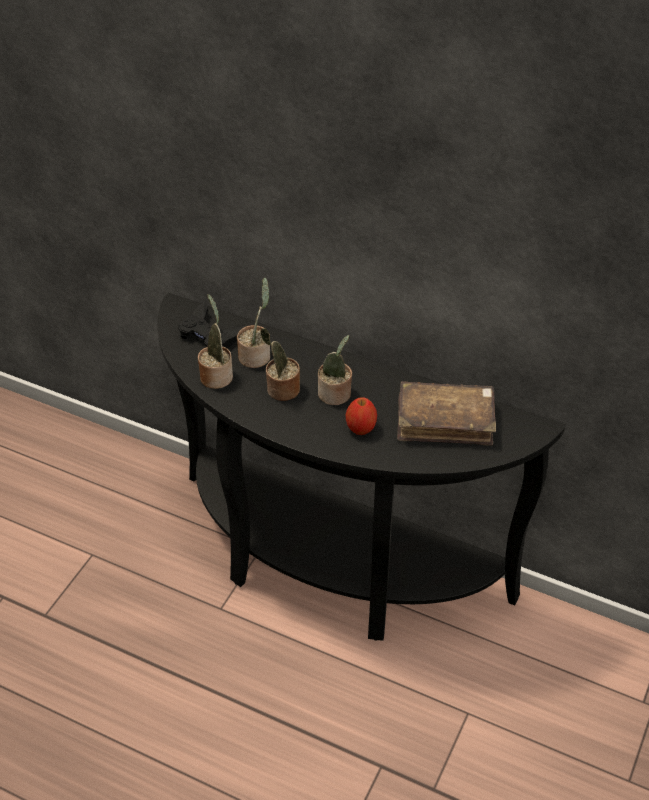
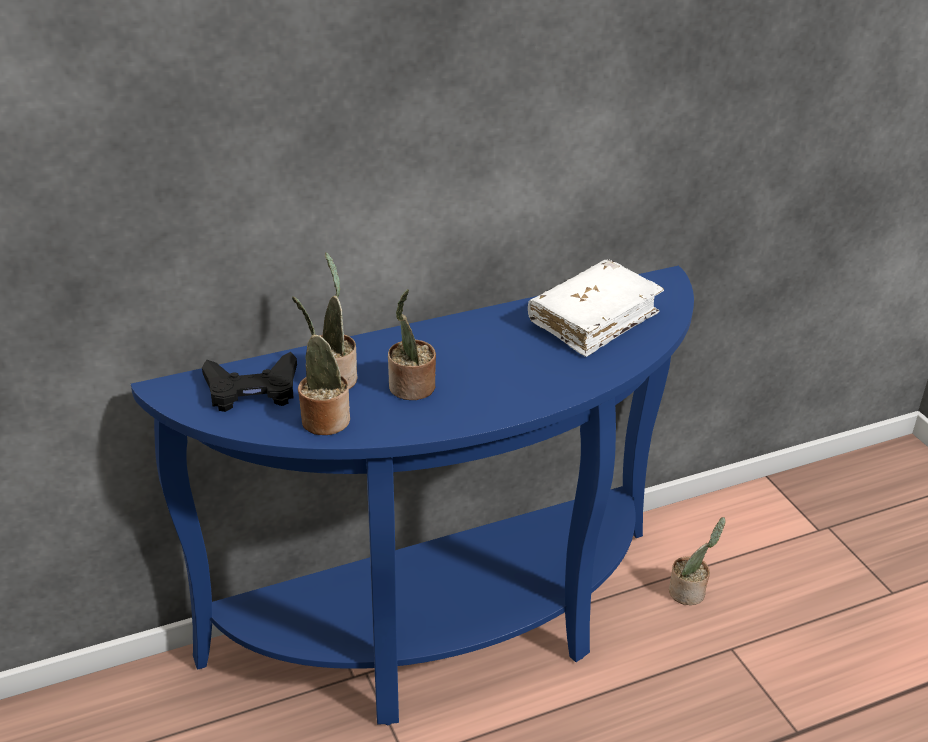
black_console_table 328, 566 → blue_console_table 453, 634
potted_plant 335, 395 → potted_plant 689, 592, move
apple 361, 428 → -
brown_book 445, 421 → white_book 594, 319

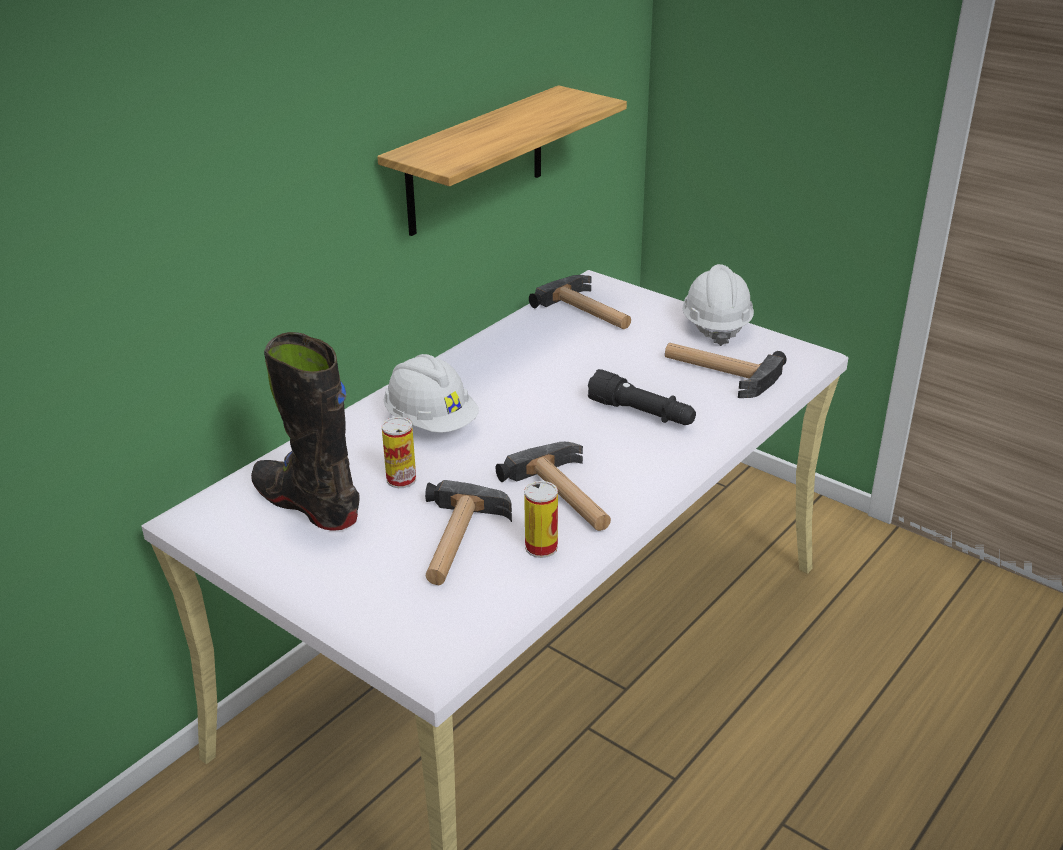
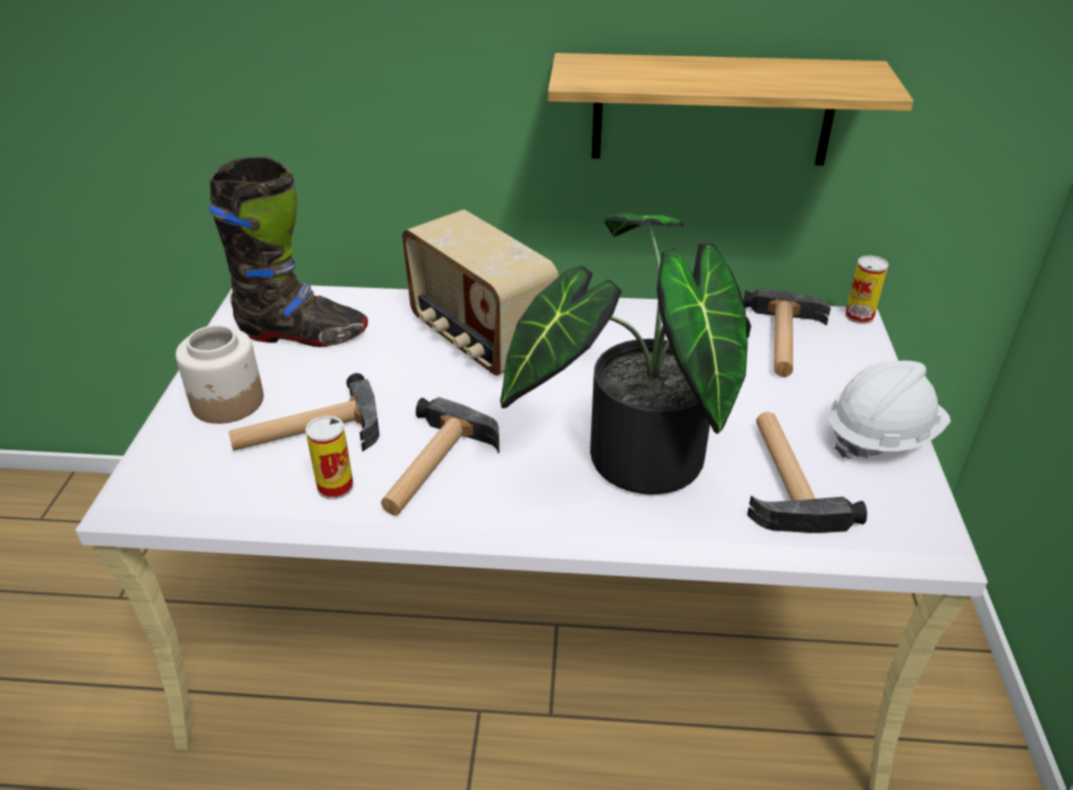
black_boot 307, 504 → black_boot 303, 335, 90 degrees clockwise
can 401, 479 → can 859, 316, move
white_hard_hat 431, 422 → radio 479, 339
black_flashlight 642, 414 → potted_plant 631, 456
- → jar 228, 402

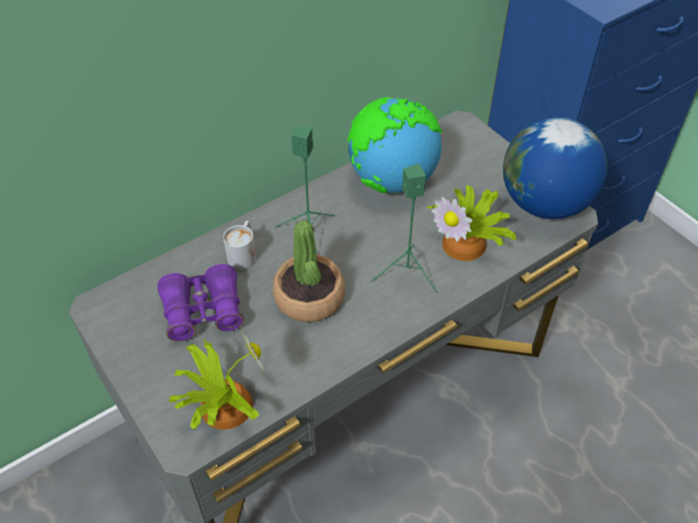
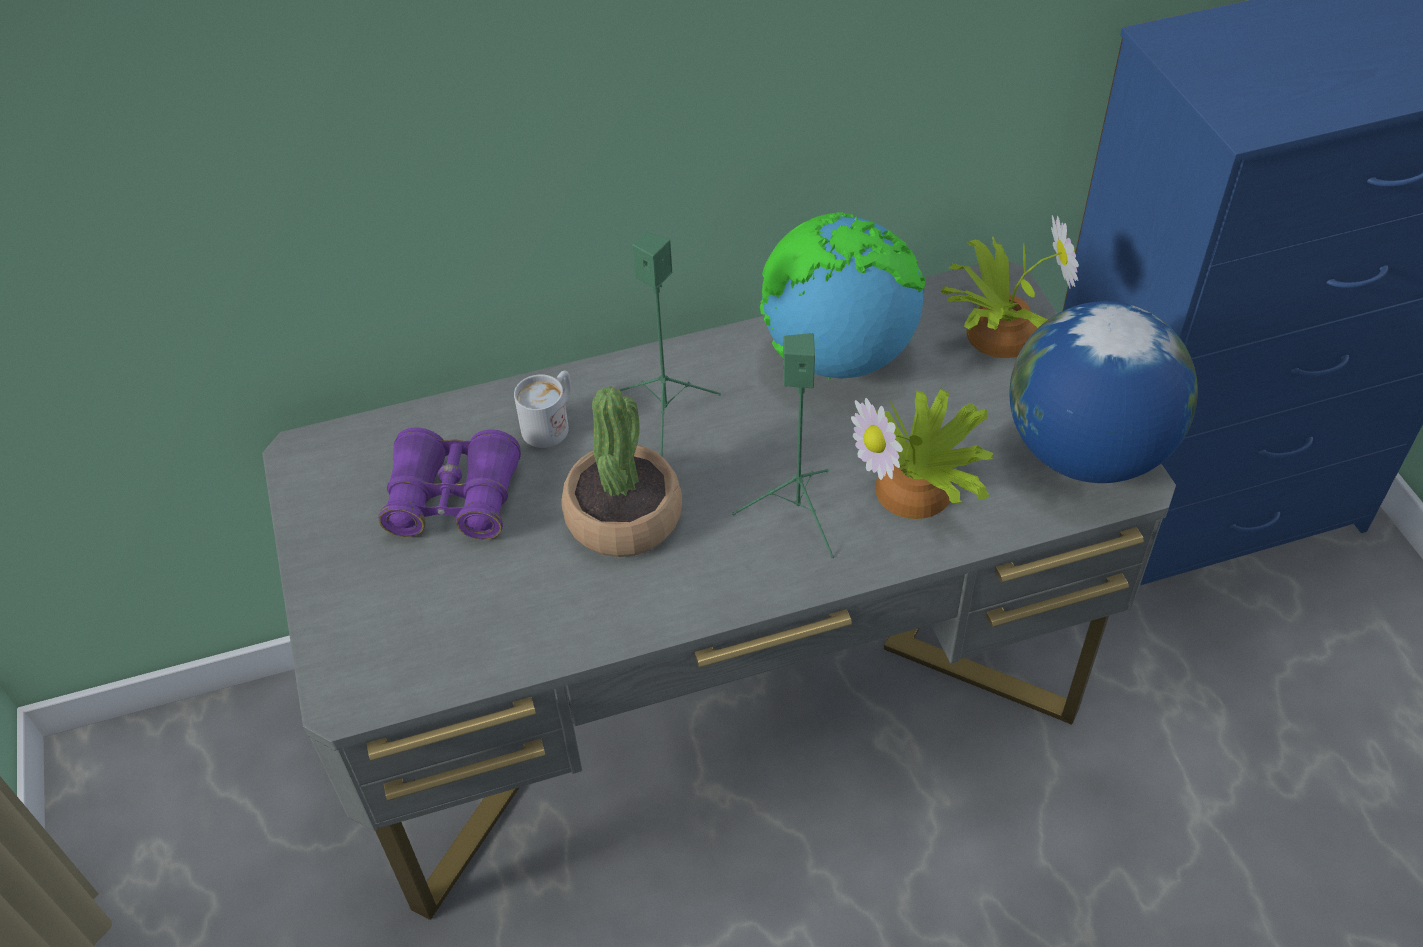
potted_plant 223, 406 → potted_plant 997, 332, move

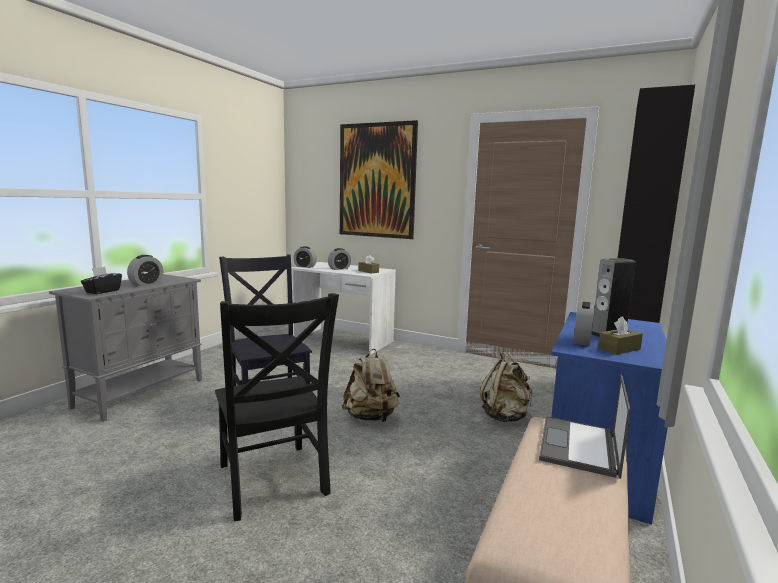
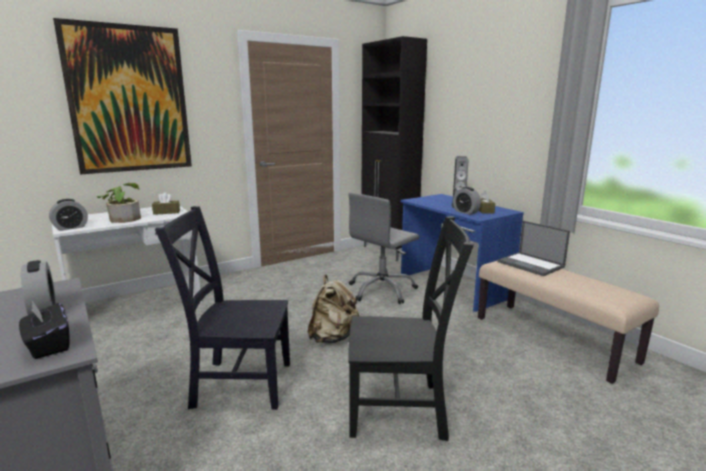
alarm_clock 339, 269 → potted_plant 123, 218
beige_backpack 505, 416 → grey_office_chair 382, 290

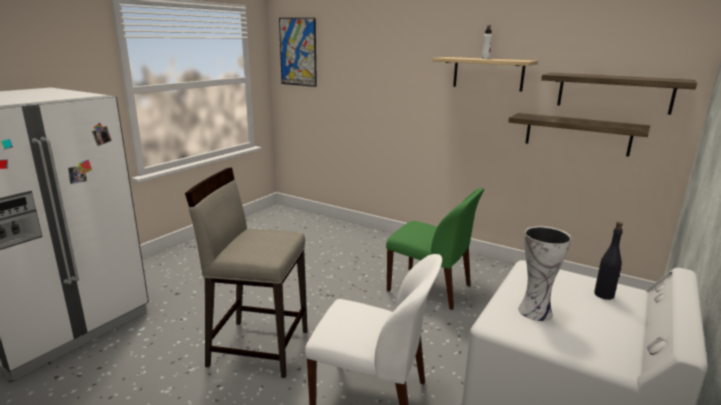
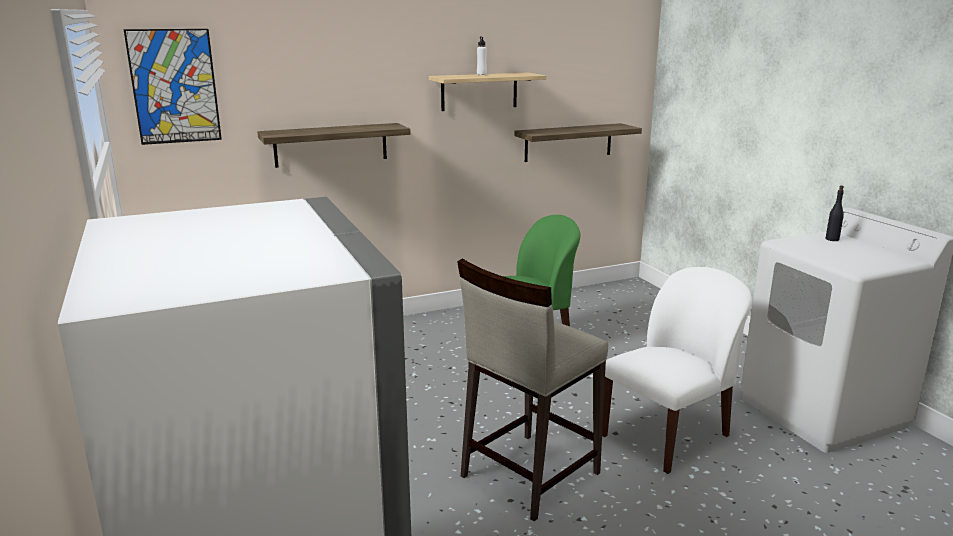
vase 535, 311 → -
shelf 614, 92 → shelf 331, 145, move

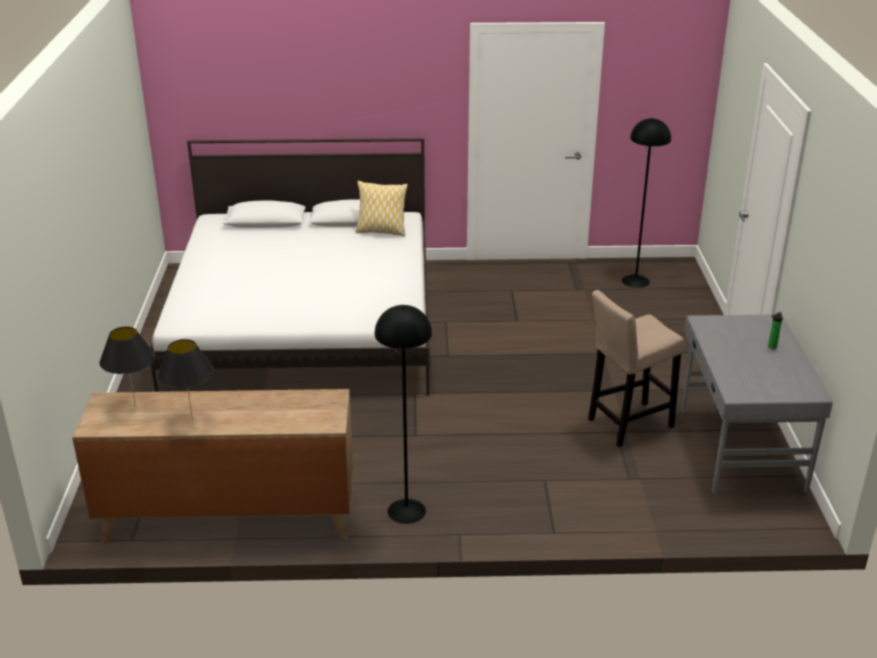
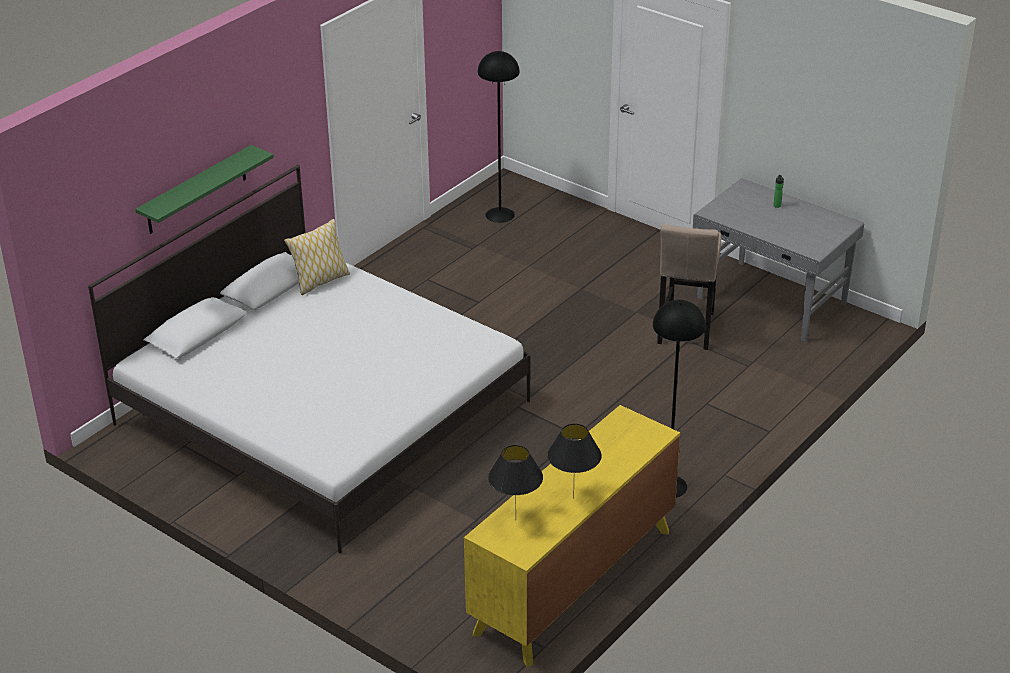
brown_dresser 228, 518 → yellow_dresser 574, 581
- → green_shelf 196, 190

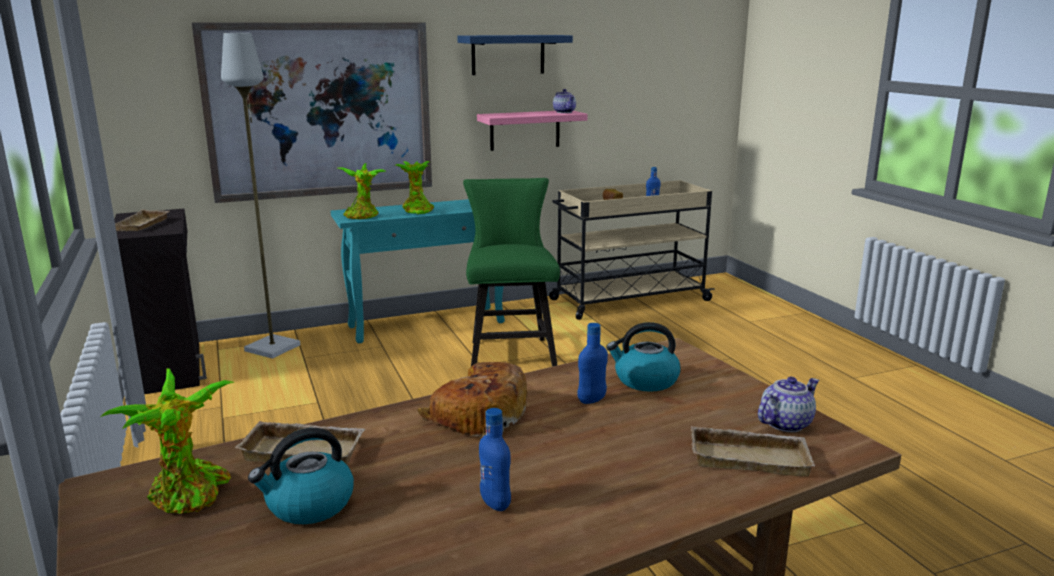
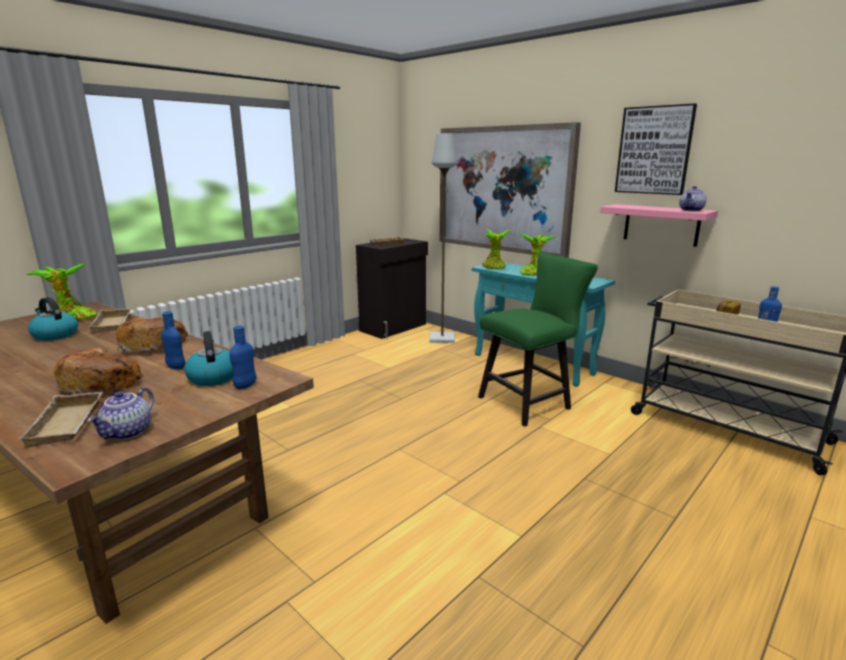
blue_shelf 508, 54 → picture 654, 150
blue_bottle 495, 503 → blue_bottle 245, 386, move
teapot 785, 423 → teapot 128, 433, 75 degrees clockwise
- → bread 103, 383

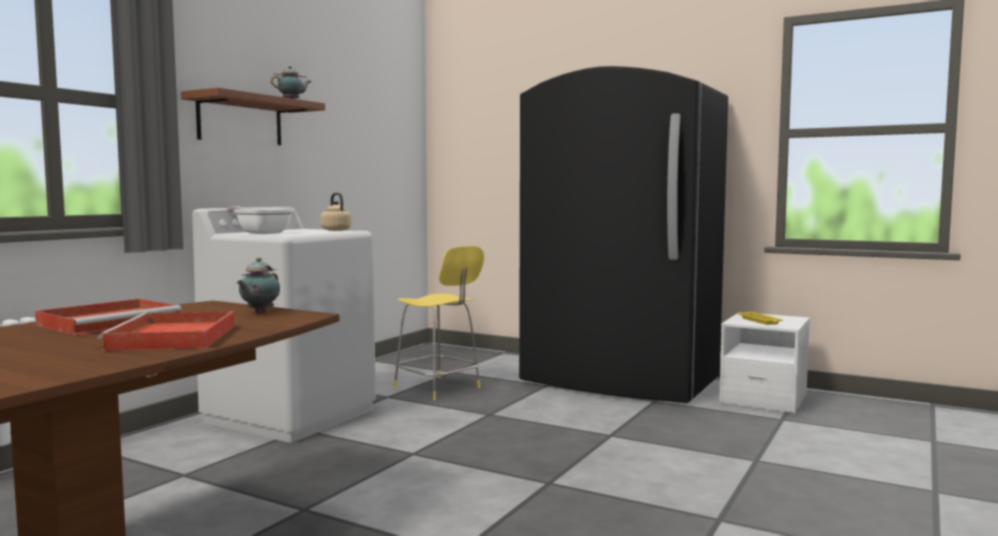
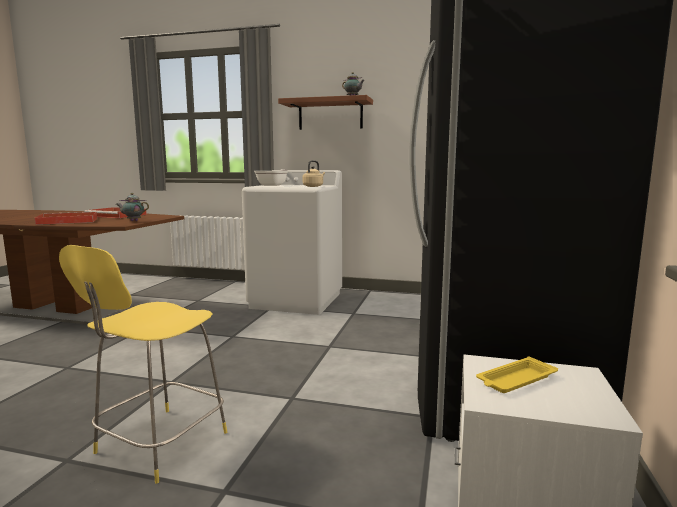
yellow_stool 439, 388 → yellow_stool 158, 445, move

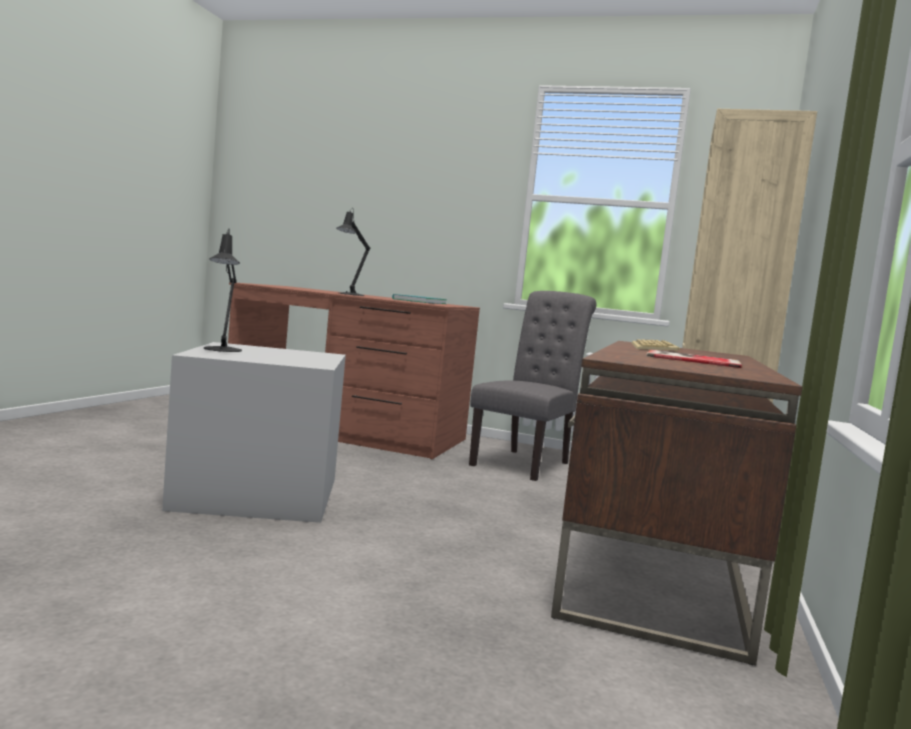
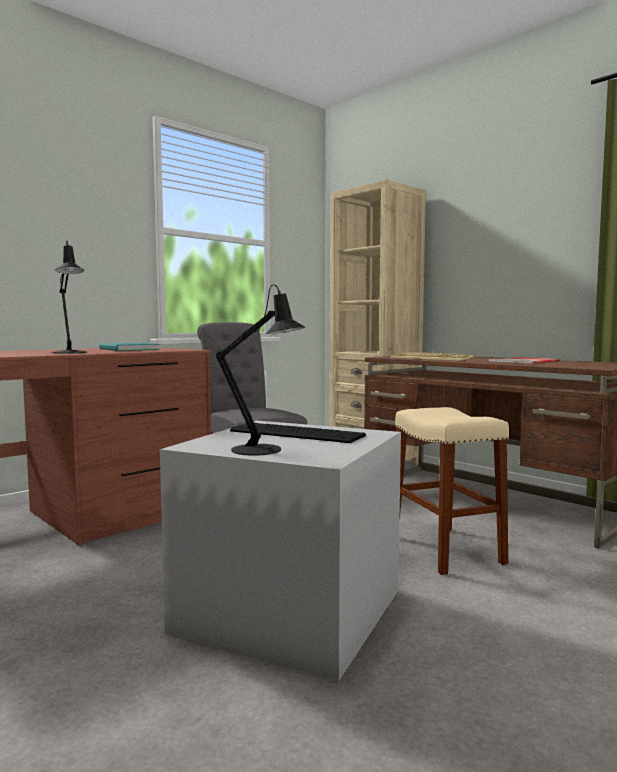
- → keyboard 296, 433
- → beige_stool 445, 549

